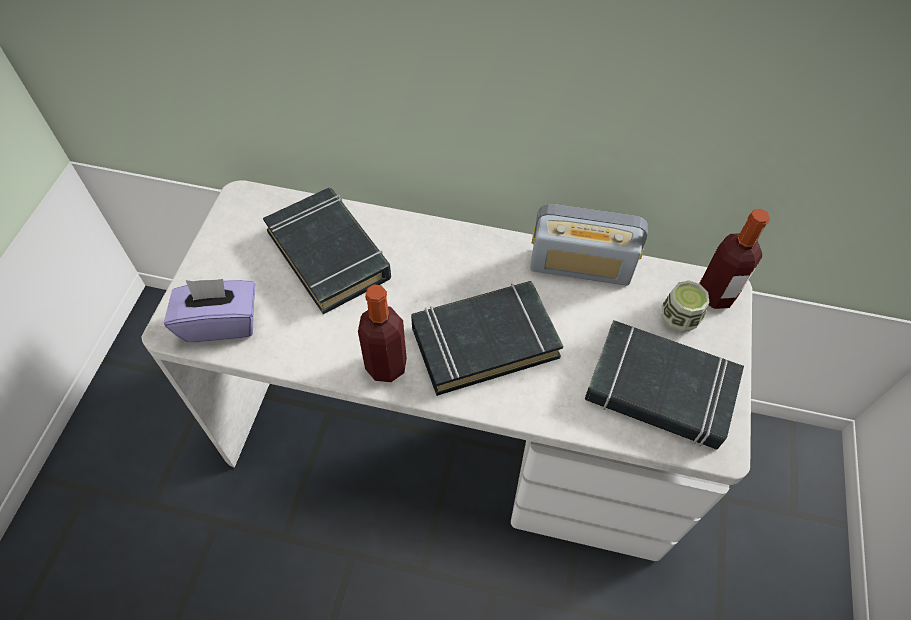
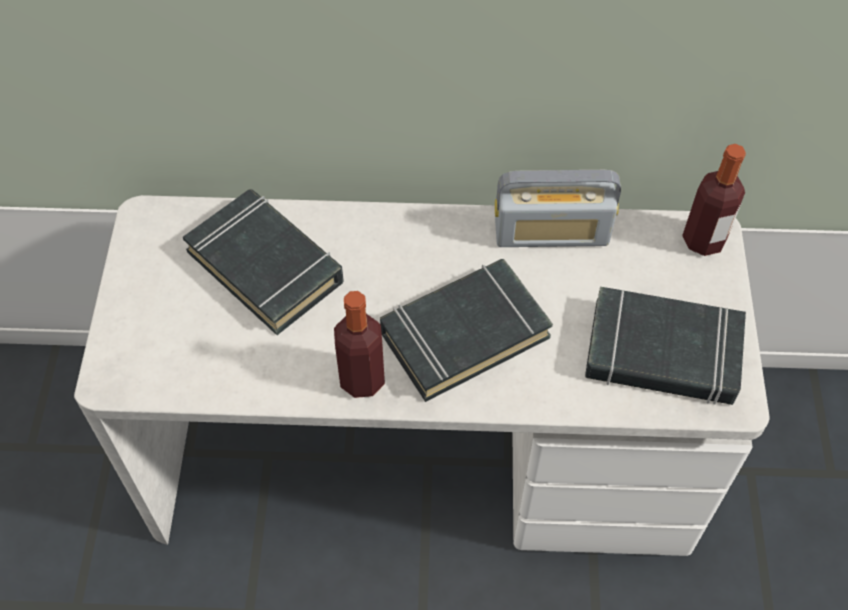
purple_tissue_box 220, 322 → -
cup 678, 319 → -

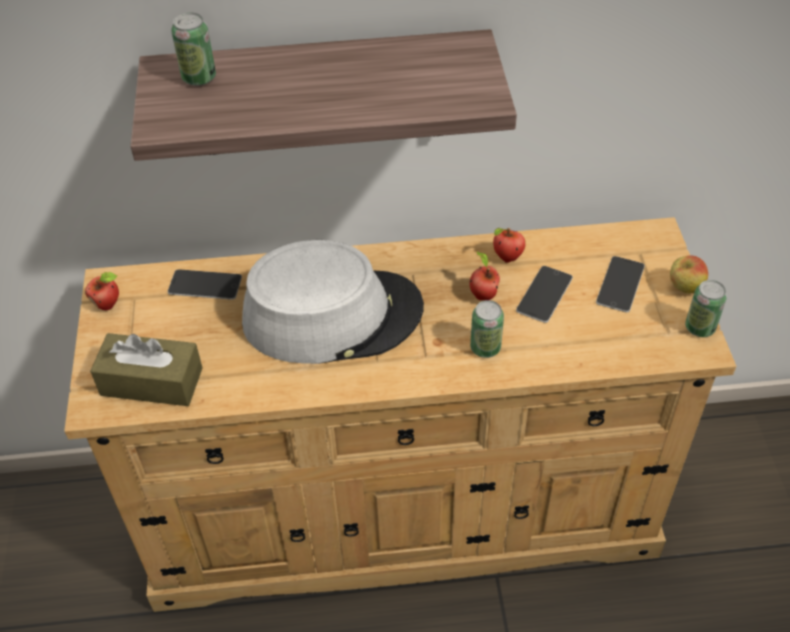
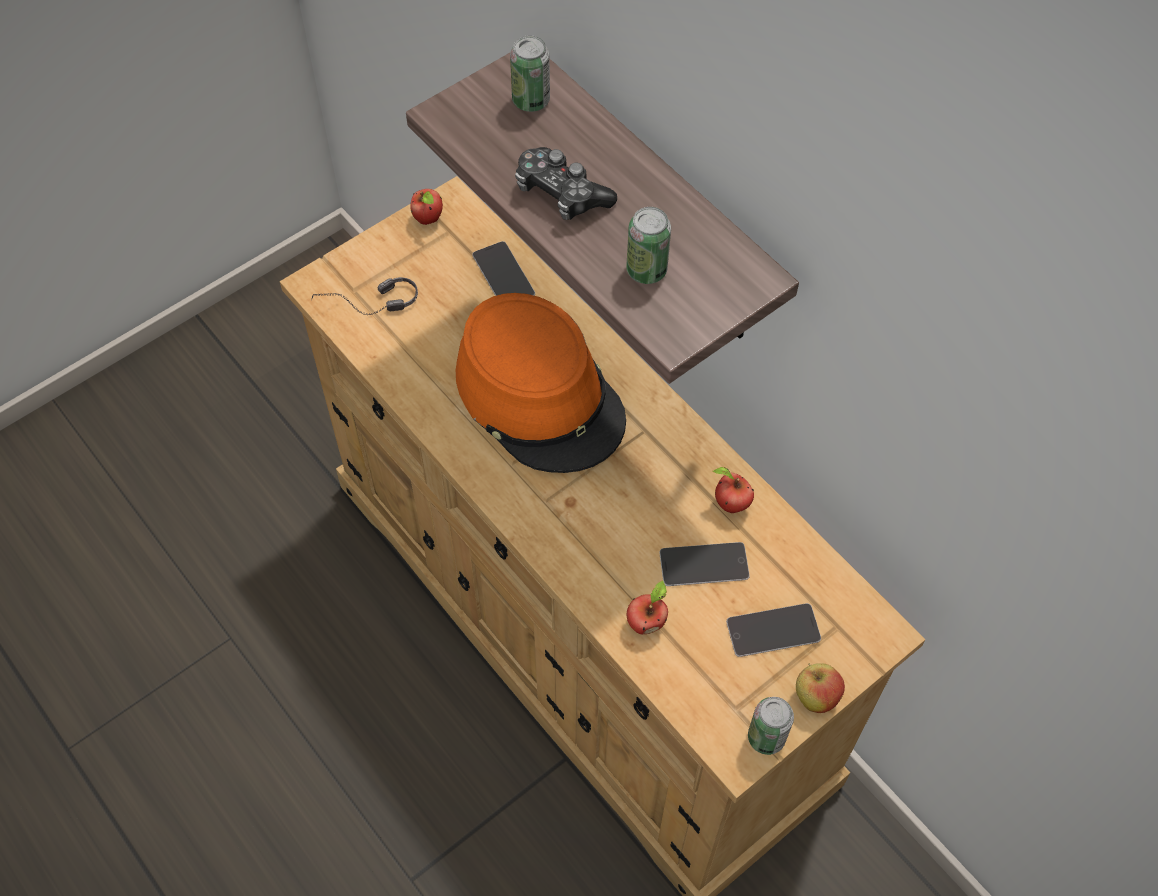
brown_tissue_box 151, 382 → headphones 368, 307
grey_hat 332, 315 → orange_hat 540, 396
apple 482, 295 → apple 646, 622, move
can 485, 348 → can 646, 270, move
- → game_controller 561, 193

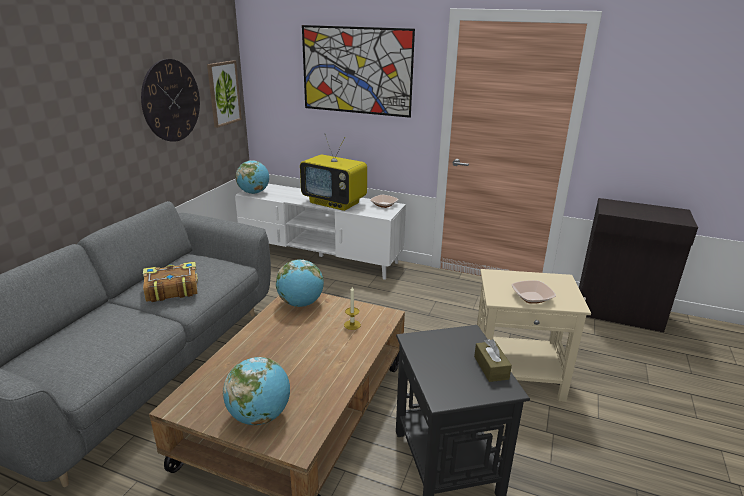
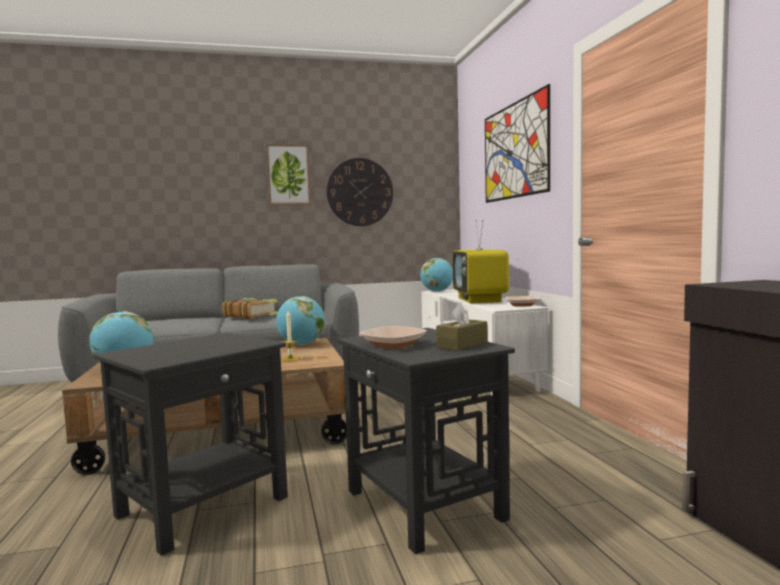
picture 223, 93 → picture 288, 174, move
brown_tissue_box 491, 368 → brown_tissue_box 462, 345, move
beige_side_table 518, 376 → black_side_table 425, 505

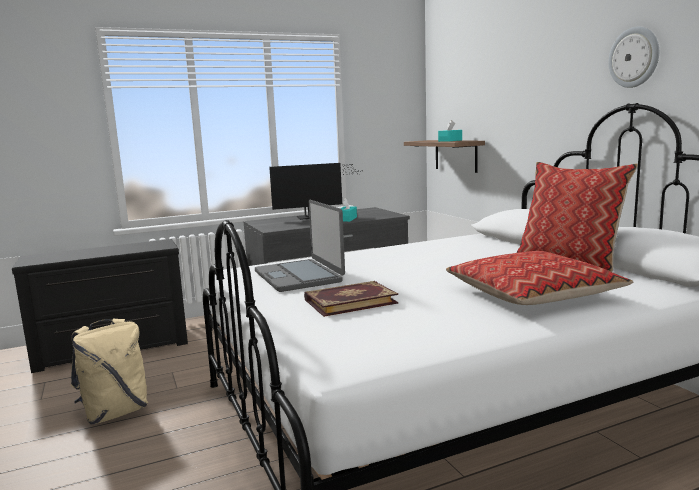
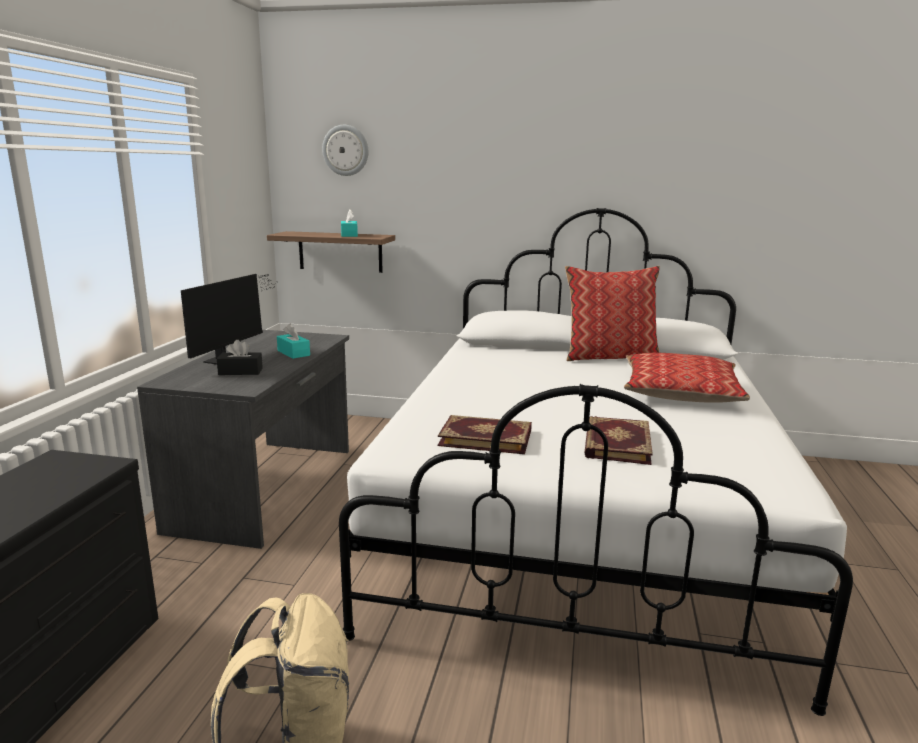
laptop 299, 276 → book 486, 437
wall_clock 634, 57 → wall_clock 345, 150, move
- → black_tissue_box 240, 371

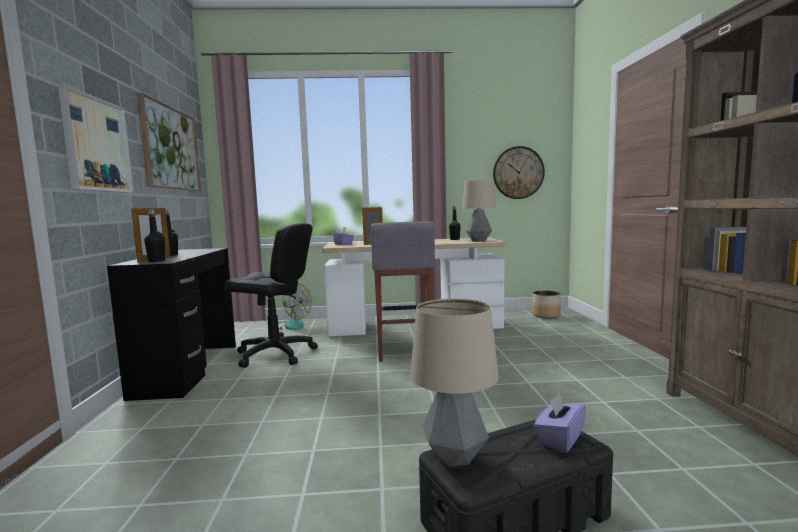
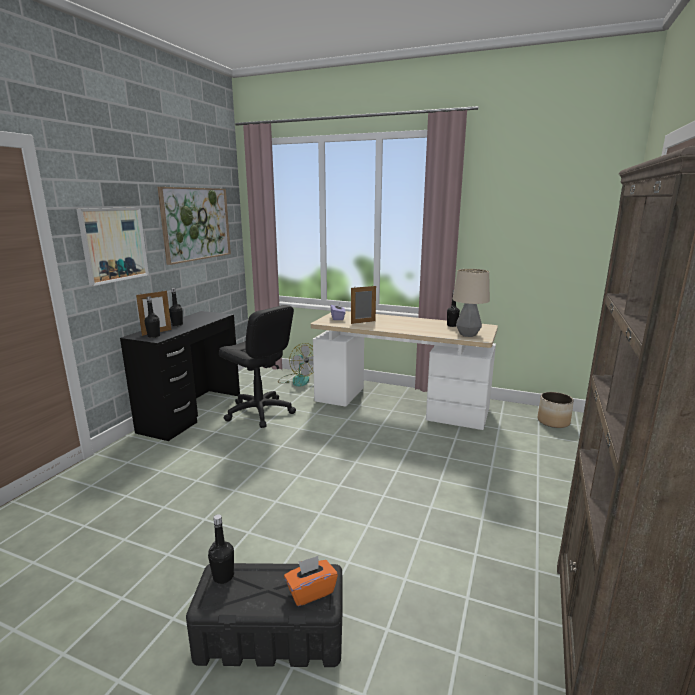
grey_stool 403, 350 → -
table_lamp 455, 457 → black_bottle 223, 576
wall_clock 518, 172 → -
purple_tissue_box 559, 439 → orange_tissue_box 310, 591

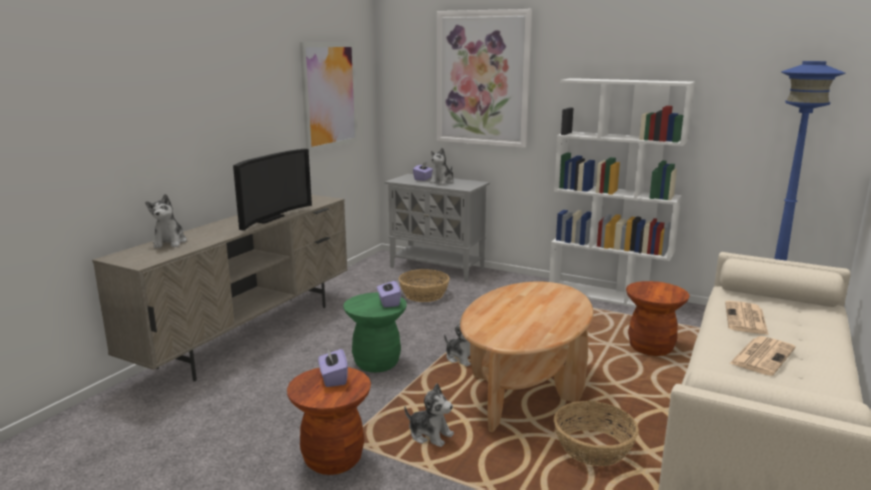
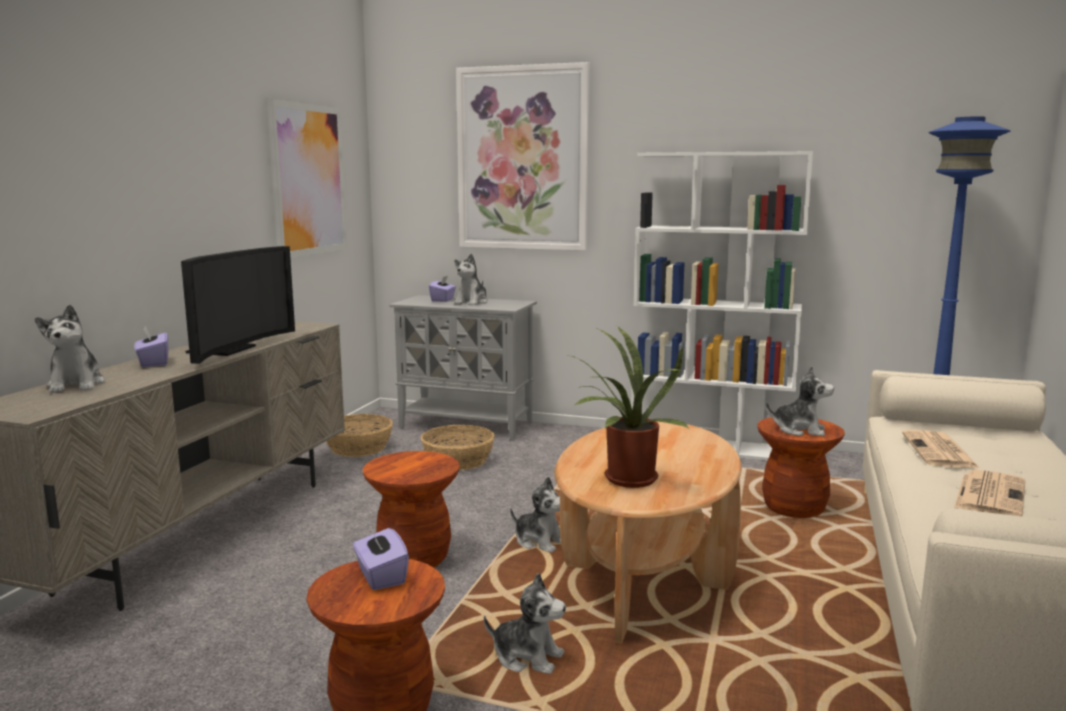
green_stool 376, 363 → brown_stool 414, 558
purple_tissue_box 388, 302 → purple_tissue_box 153, 363, move
basket 593, 448 → basket 358, 448, move
- → potted_plant 625, 480
- → plush_toy 799, 430

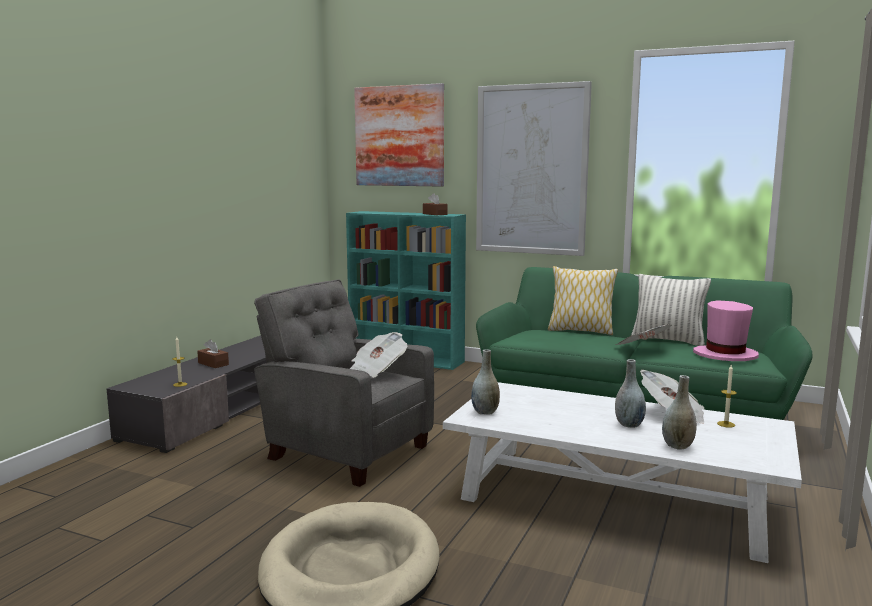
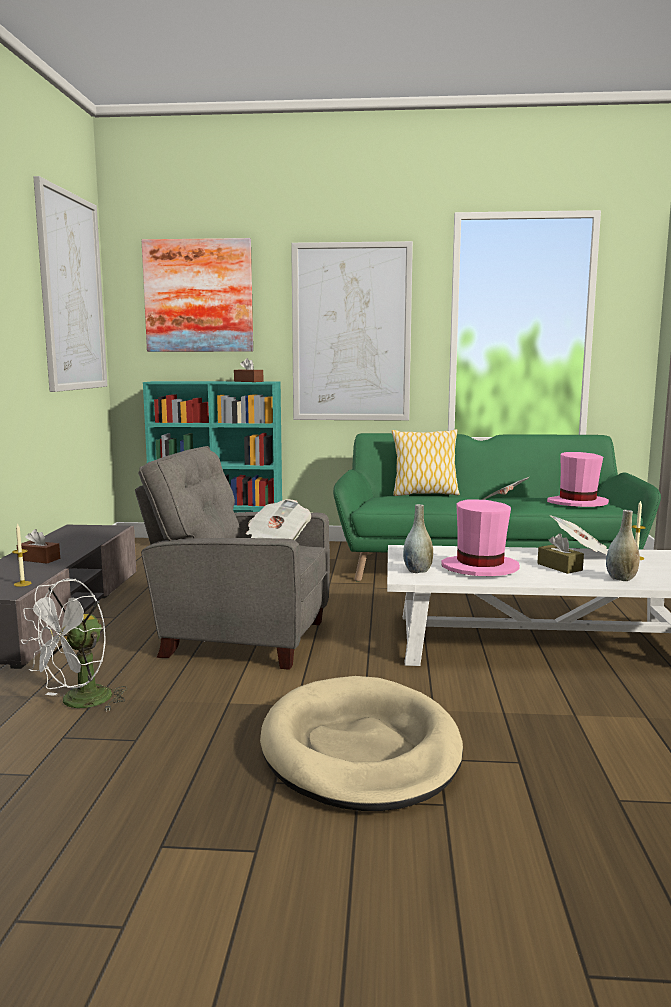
grey_vase 629, 425 → brown_tissue_box 559, 567
pillow 668, 340 → -
- → white_fan 79, 703
- → picture 71, 293
- → pink_hat 479, 568

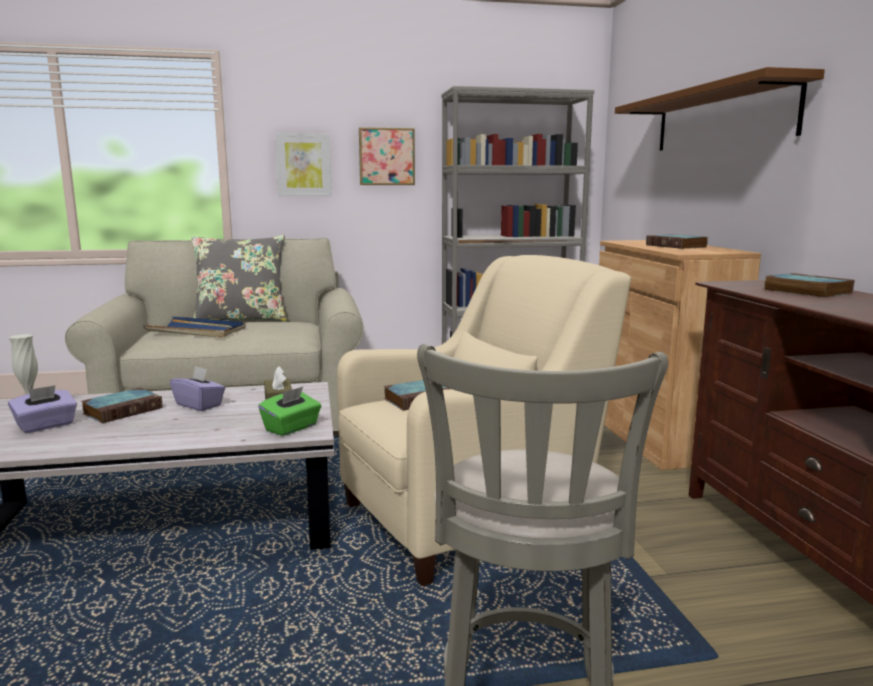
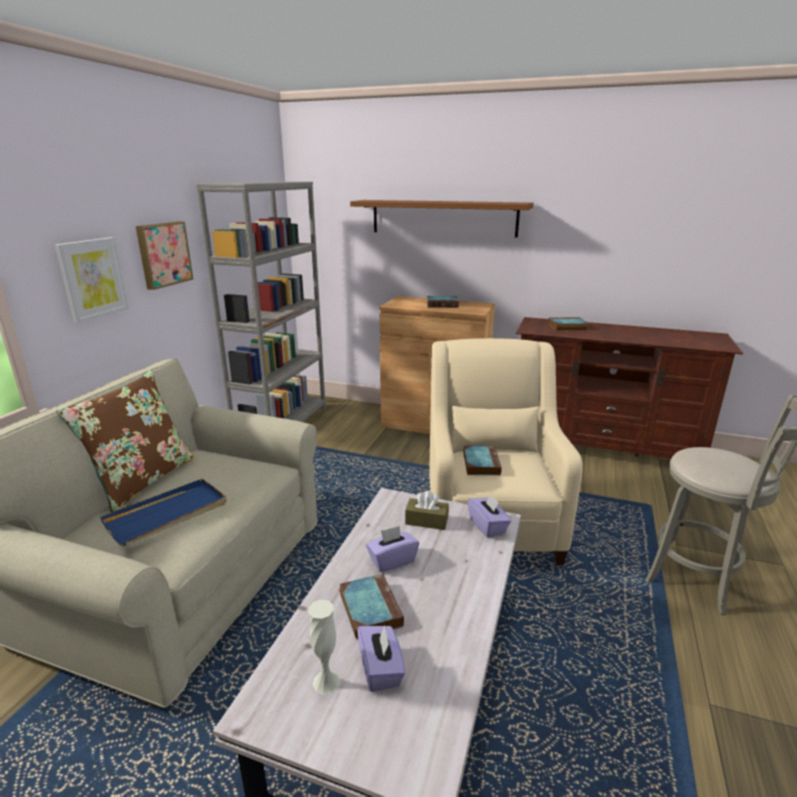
grey_pillow 241, 319 → brown_pillow 142, 480
green_tissue_box 291, 428 → purple_tissue_box 488, 526

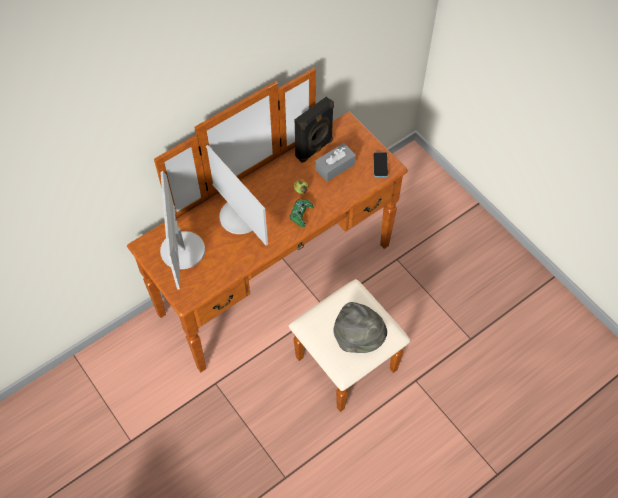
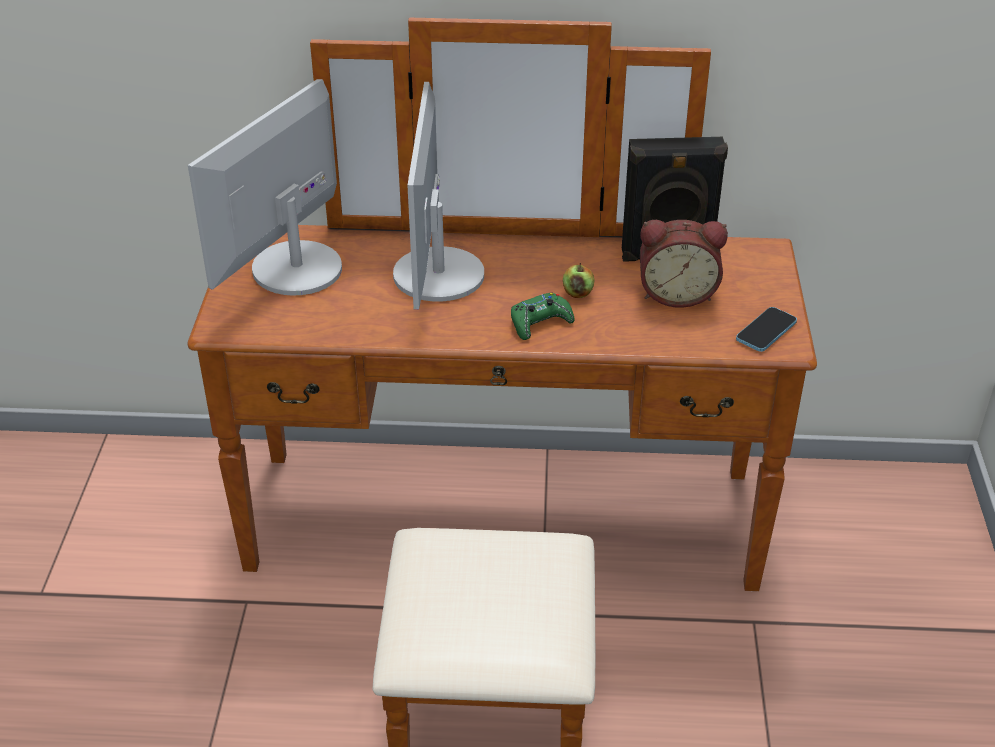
grey_tissue_box 335, 167 → alarm_clock 677, 293
grey_hat 358, 338 → -

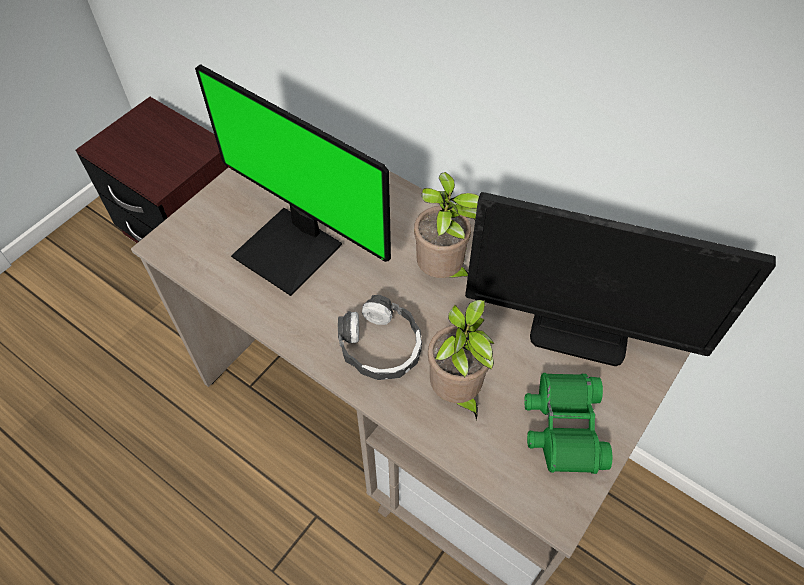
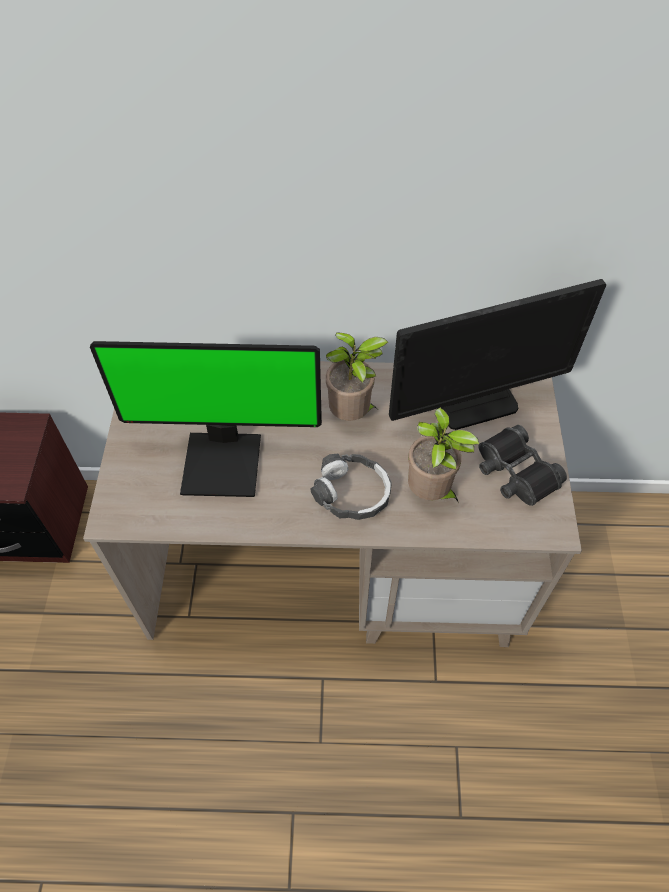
green_binoculars 563, 427 → black_binoculars 515, 472

